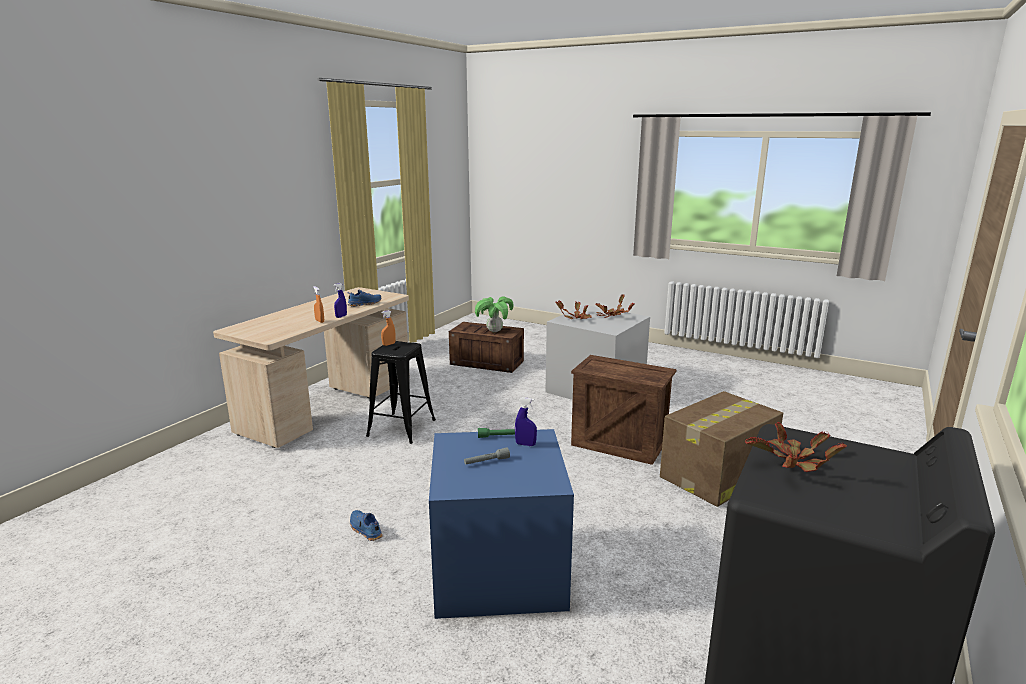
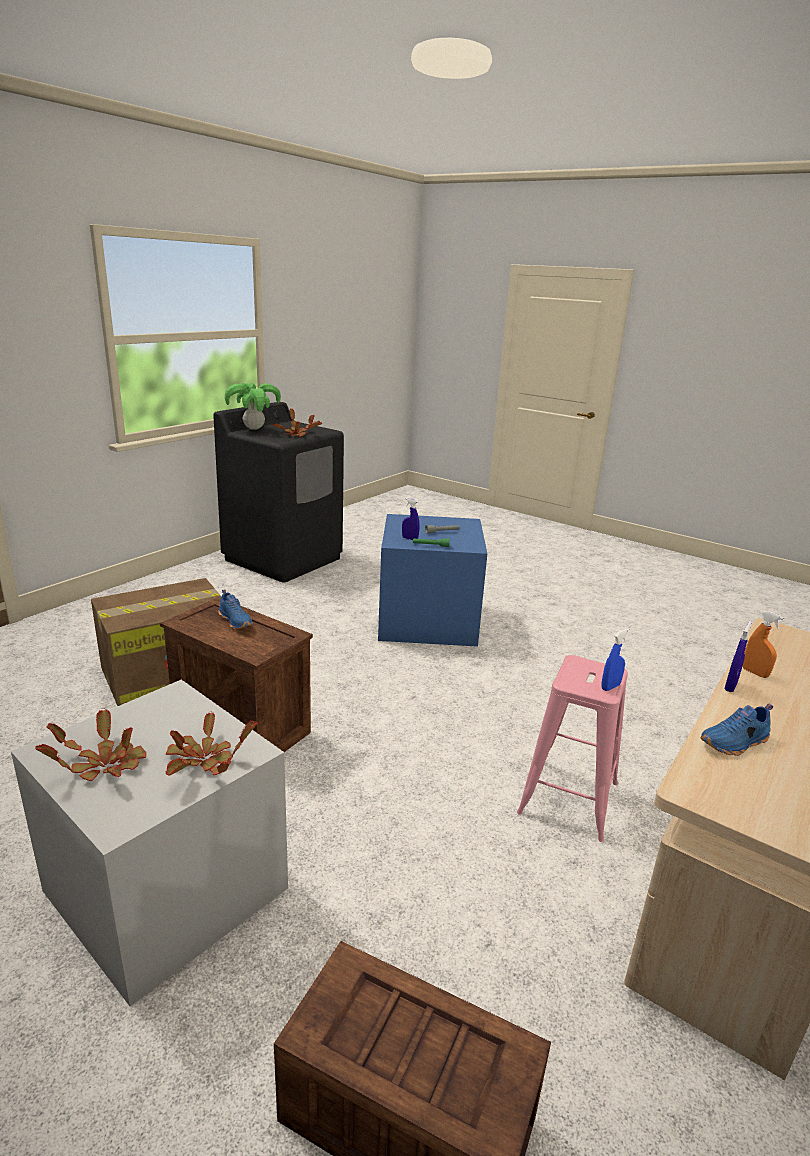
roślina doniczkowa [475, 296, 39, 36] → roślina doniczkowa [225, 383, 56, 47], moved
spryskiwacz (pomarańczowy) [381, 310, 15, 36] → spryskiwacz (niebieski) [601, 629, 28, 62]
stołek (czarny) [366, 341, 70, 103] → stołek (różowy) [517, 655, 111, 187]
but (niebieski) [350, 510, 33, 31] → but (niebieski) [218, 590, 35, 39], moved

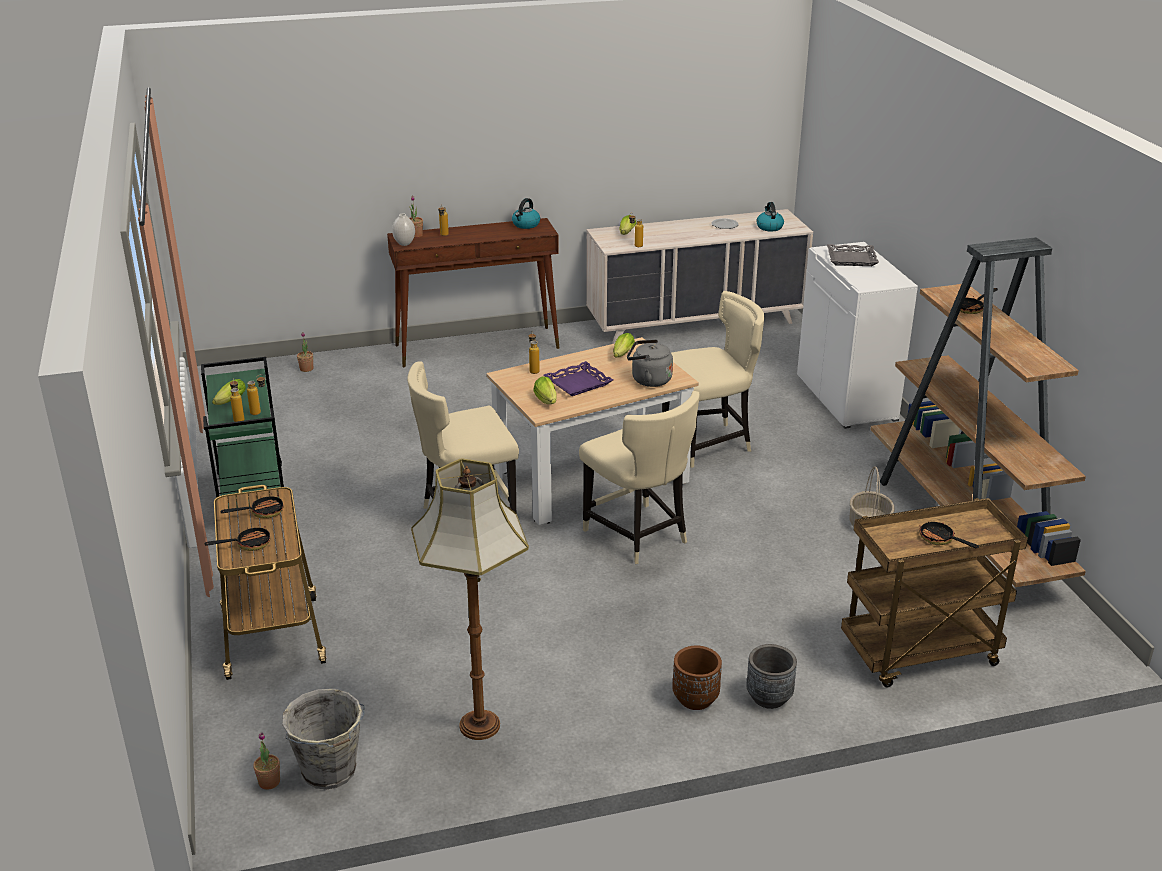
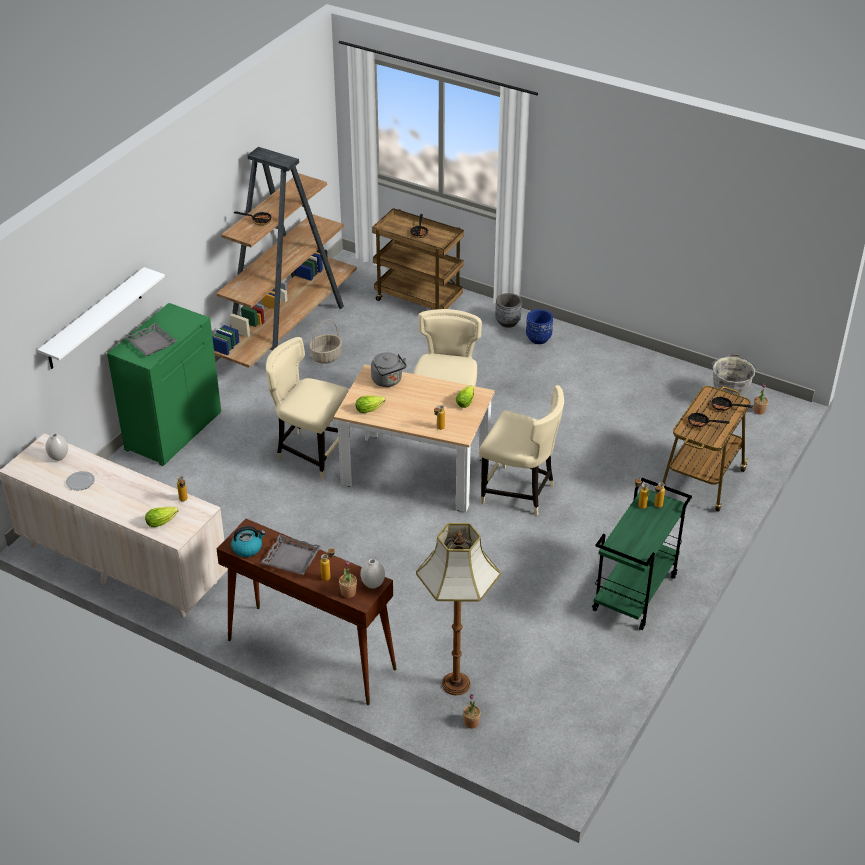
czajnik [756, 202, 28, 30] → wazon (biały) [45, 433, 23, 28]
szafka (biały) [797, 242, 121, 187] → szafka (zielony) [107, 303, 114, 163]
taca (fioletowy) [544, 361, 69, 35] → -
sałata [212, 379, 34, 26] → -
lampa stojąca [411, 458, 118, 282] → lampa stojąca [416, 523, 85, 172], moved
donica (brązowy) [673, 645, 49, 65] → donica (niebieski) [526, 309, 27, 35]
- → półka (biały) [38, 267, 127, 102]
- → taca (szary) [261, 534, 60, 41]

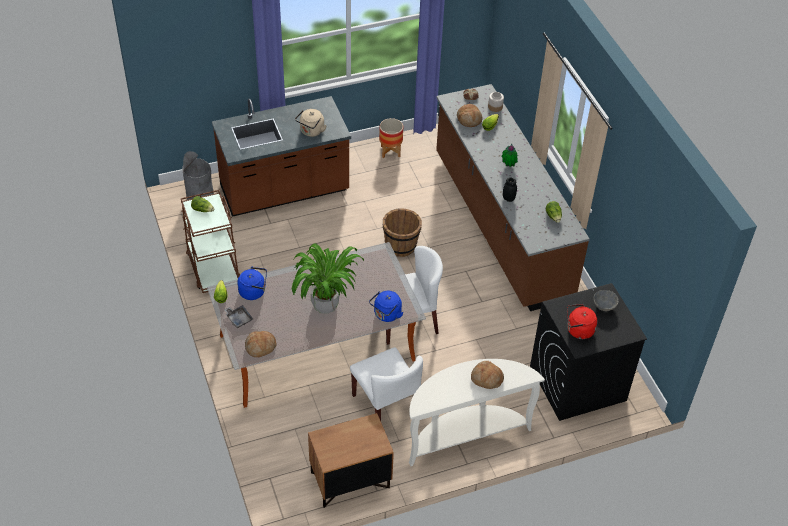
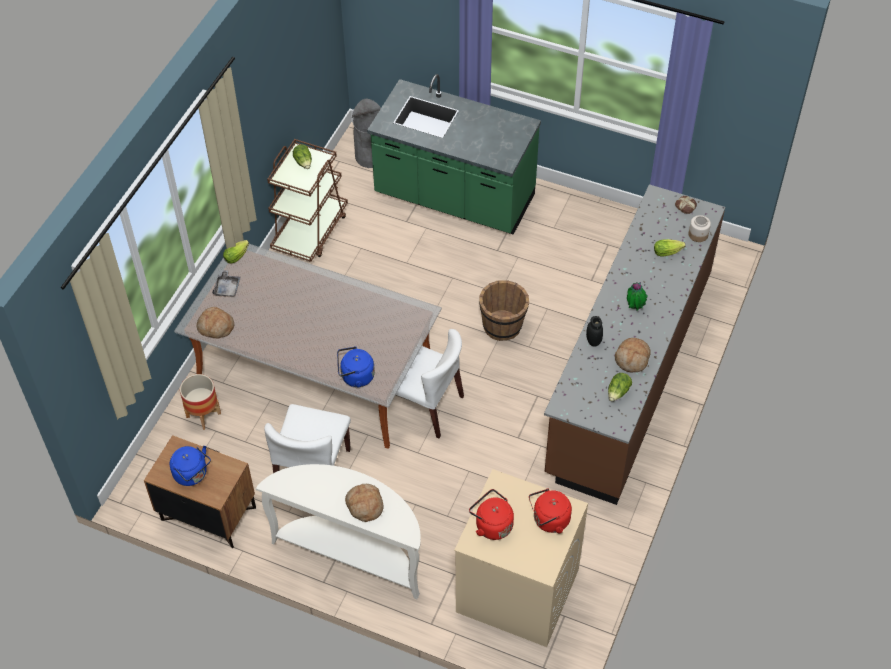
zabudowa kuchenna (brązowy) [212, 96, 139, 121] → zabudowa kuchenna (zielony) [367, 74, 174, 161]
chleb [457, 104, 26, 23] → chleb [615, 338, 36, 34], moved
czajnik (beżowy) [295, 109, 32, 28] → -
donica [379, 118, 24, 40] → donica [180, 374, 41, 56], moved
roślina doniczkowa [292, 243, 72, 71] → -
czajnik (niebieski) [237, 266, 30, 34] → czajnik (niebieski) [170, 446, 41, 40], moved
pralka (czarny) [530, 283, 117, 138] → pralka (beżowy) [454, 469, 134, 178]
miska (szary) [594, 290, 25, 21] → czajnik (czerwony) [529, 488, 43, 45]

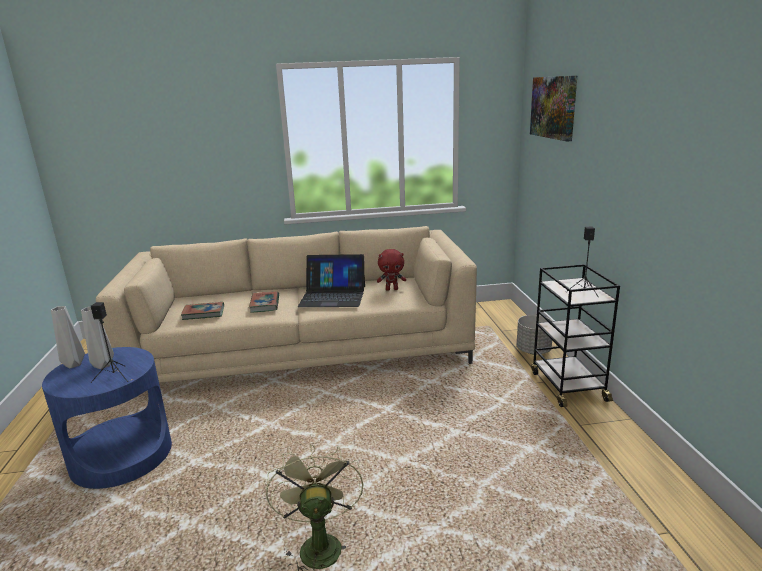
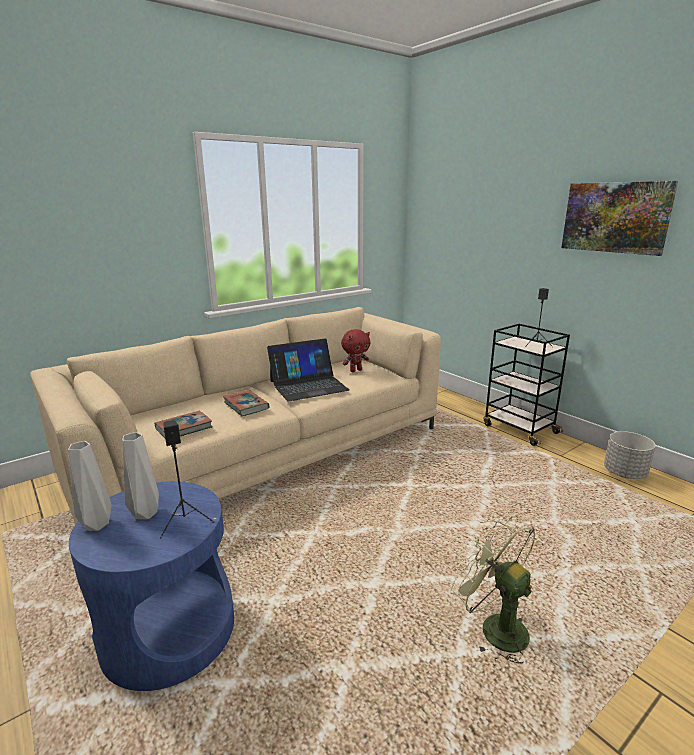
obraz [530, 76, 47, 65] → obraz [561, 181, 117, 75], moved
donica (szary) [517, 315, 35, 40] → donica (szary) [604, 431, 52, 48], moved

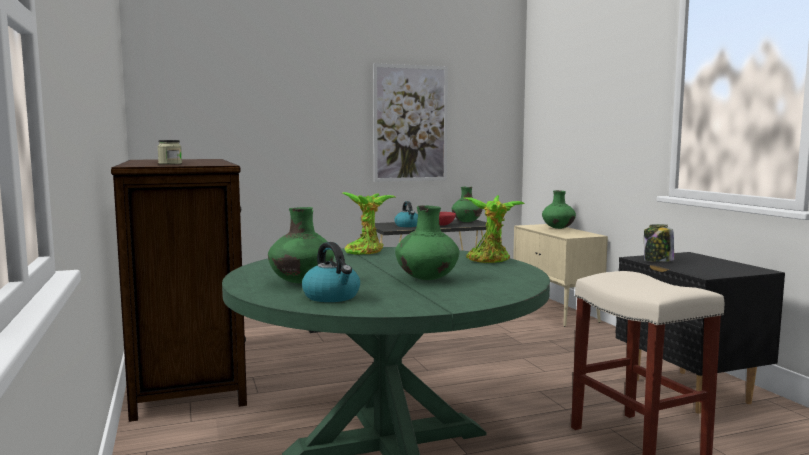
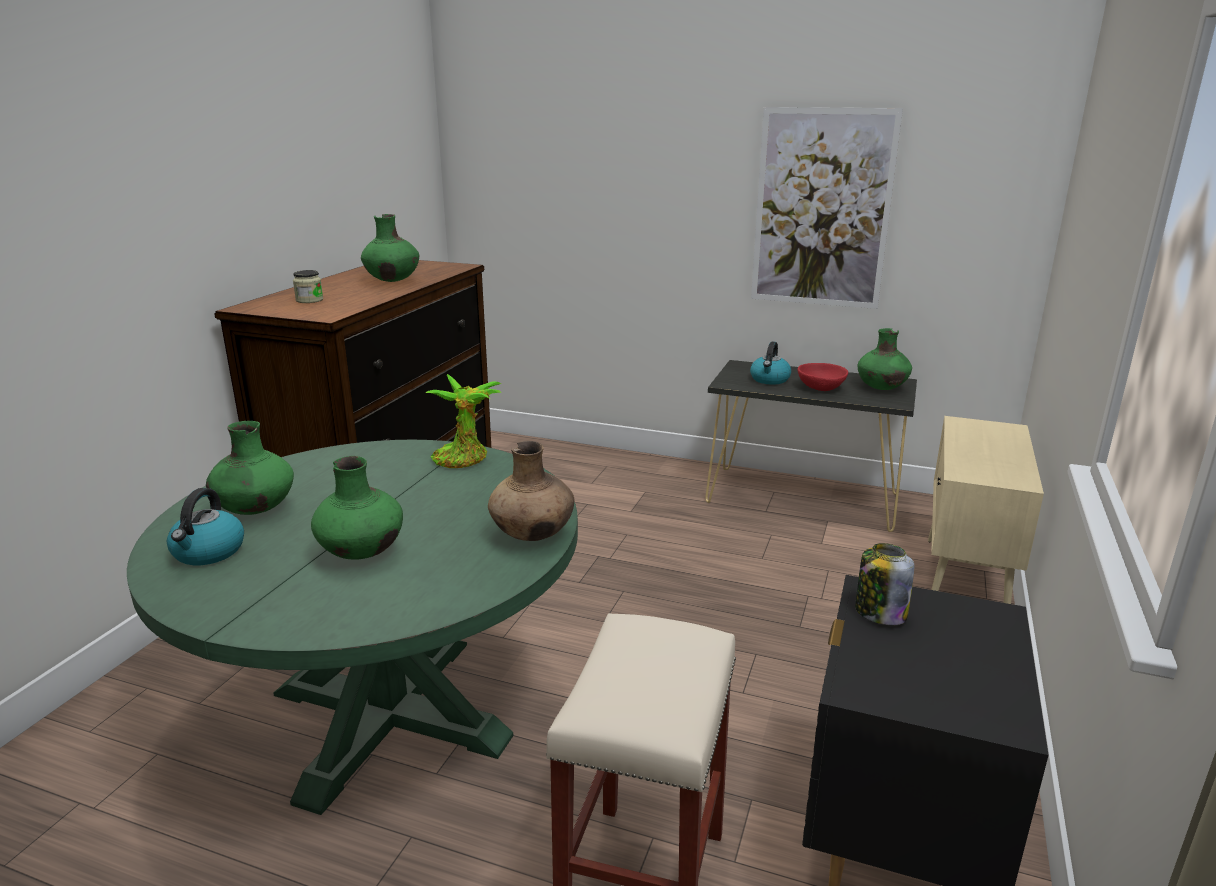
wazon (zielony) [542, 190, 34, 39] → wazon (zielony) [361, 214, 58, 68], moved
roślina doniczkowa [464, 195, 61, 68] → wazon (brązowy) [488, 441, 87, 100]

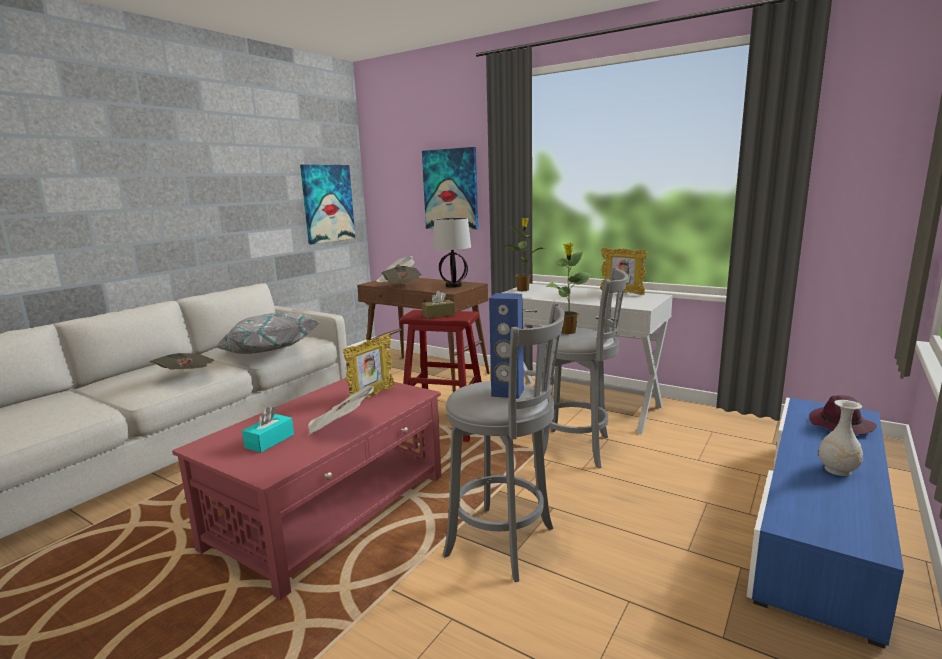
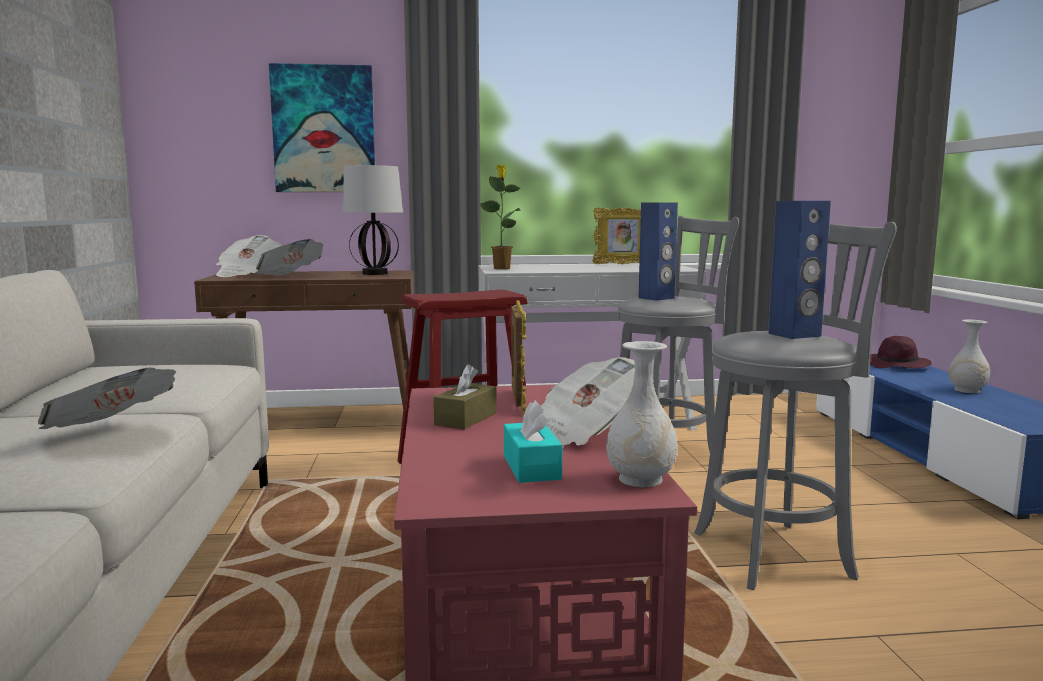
obraz [300, 164, 55, 80] → -
roślina doniczkowa [546, 243, 45, 91] → głośnik (niebieski) [639, 202, 39, 99]
pudełko chusteczek (brązowy) [422, 291, 33, 28] → pudełko chusteczek (brązowy) [433, 364, 64, 66], moved
poduszka (szary) [216, 312, 104, 42] → -
- → wazon (biały) [606, 341, 71, 146]

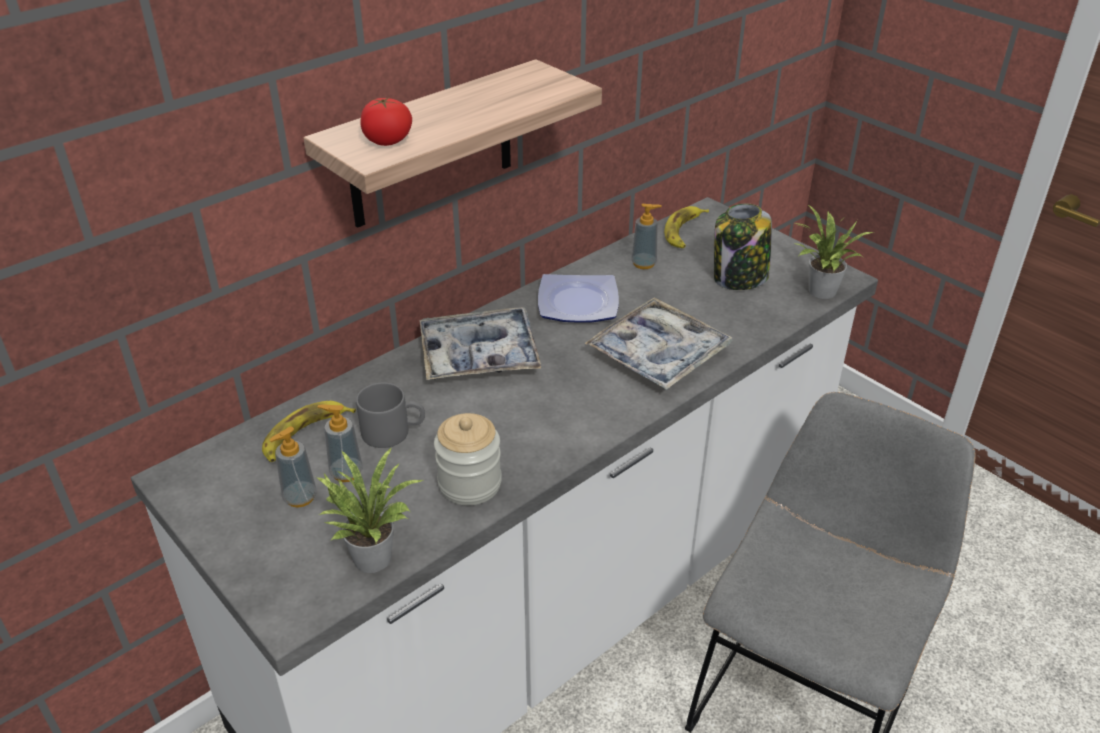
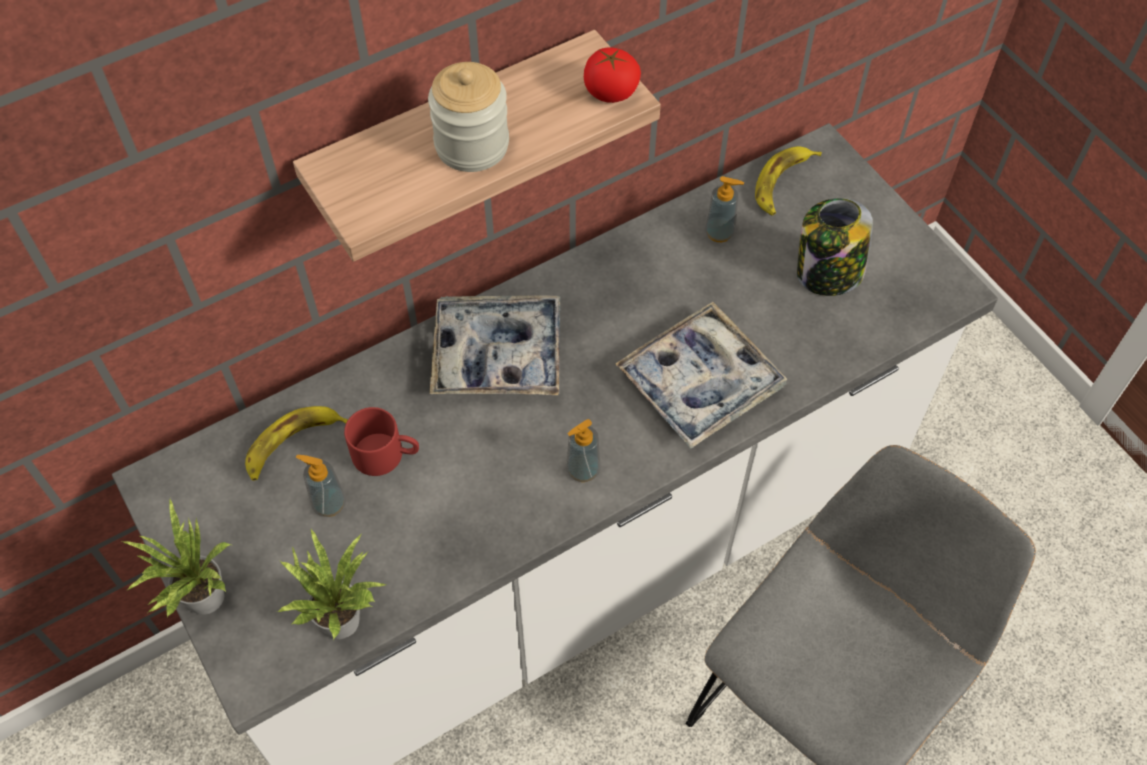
pomidor [360, 97, 52, 49] → pomidor [584, 48, 57, 55], moved
roślina doniczkowa [794, 204, 80, 95] → roślina doniczkowa [124, 499, 107, 119], moved
talerz [538, 274, 81, 49] → -
kubek (szary) [356, 383, 69, 65] → kubek (czerwony) [344, 407, 75, 69]
słoik [434, 413, 68, 92] → słoik [428, 62, 81, 110], moved
dozownik mydła [270, 426, 47, 82] → dozownik mydła [566, 419, 35, 63], moved

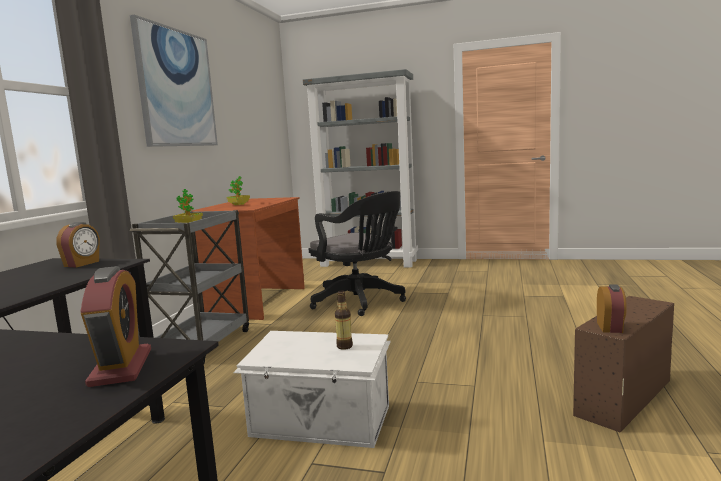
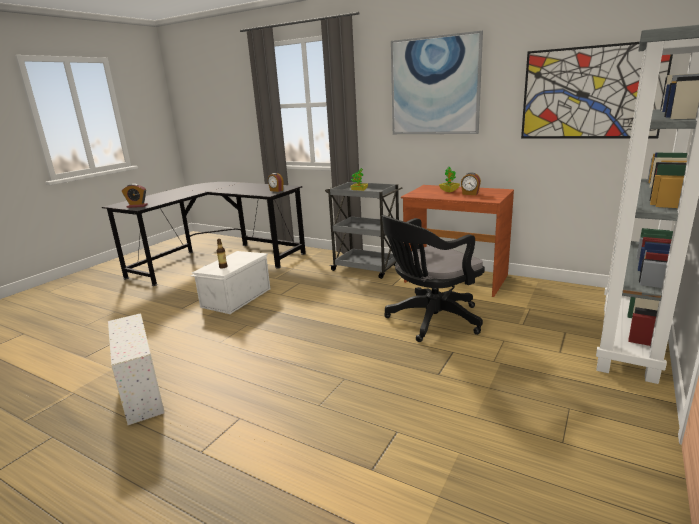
budzik [597, 284, 30, 49] → budzik [461, 172, 20, 23], moved
pojemnik do przechowywania (brązowy) [573, 296, 101, 137] → pojemnik do przechowywania (biały) [108, 313, 56, 112]
- → obraz [521, 42, 152, 97]

